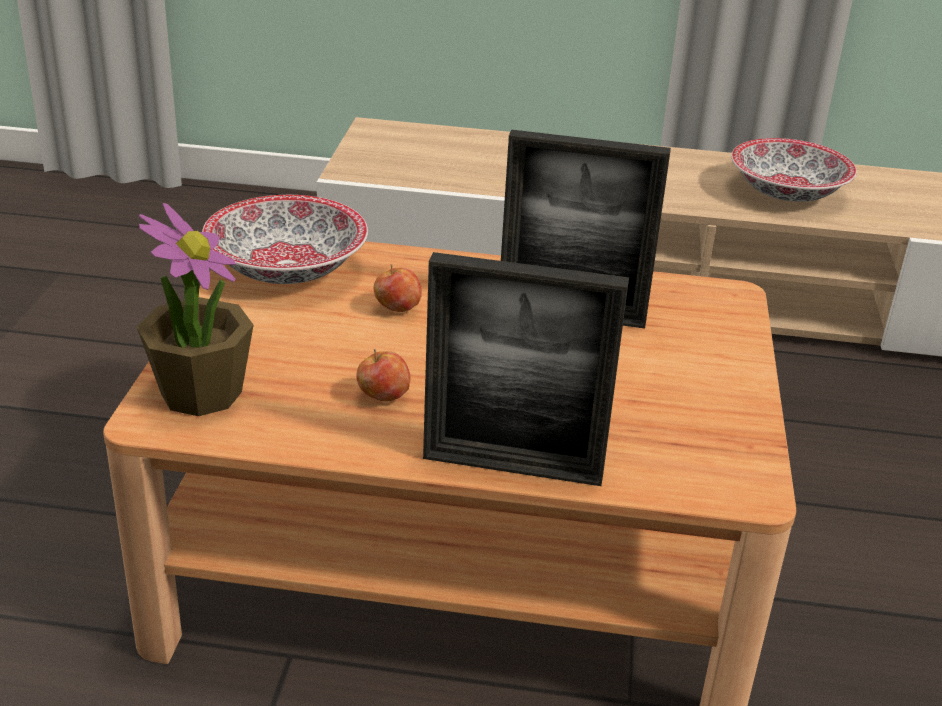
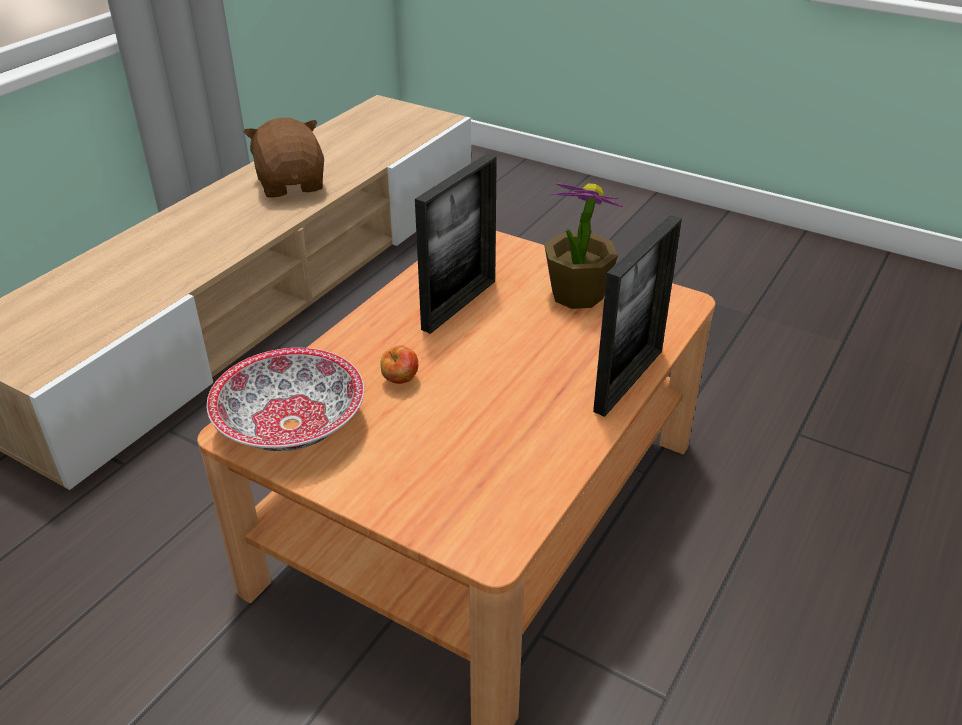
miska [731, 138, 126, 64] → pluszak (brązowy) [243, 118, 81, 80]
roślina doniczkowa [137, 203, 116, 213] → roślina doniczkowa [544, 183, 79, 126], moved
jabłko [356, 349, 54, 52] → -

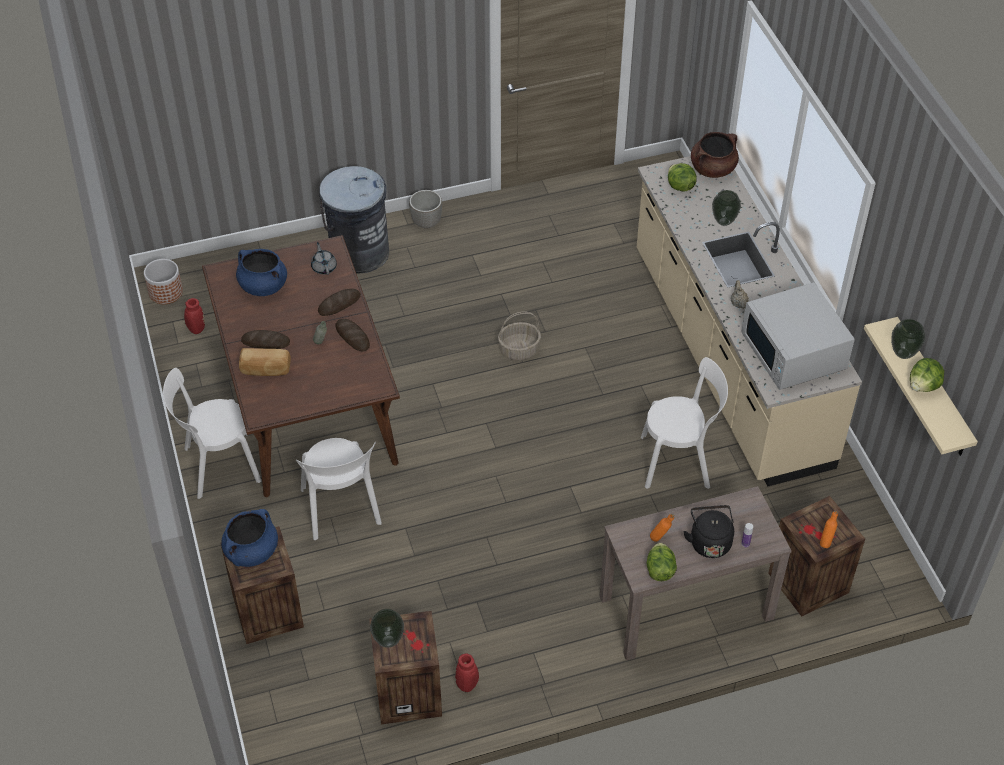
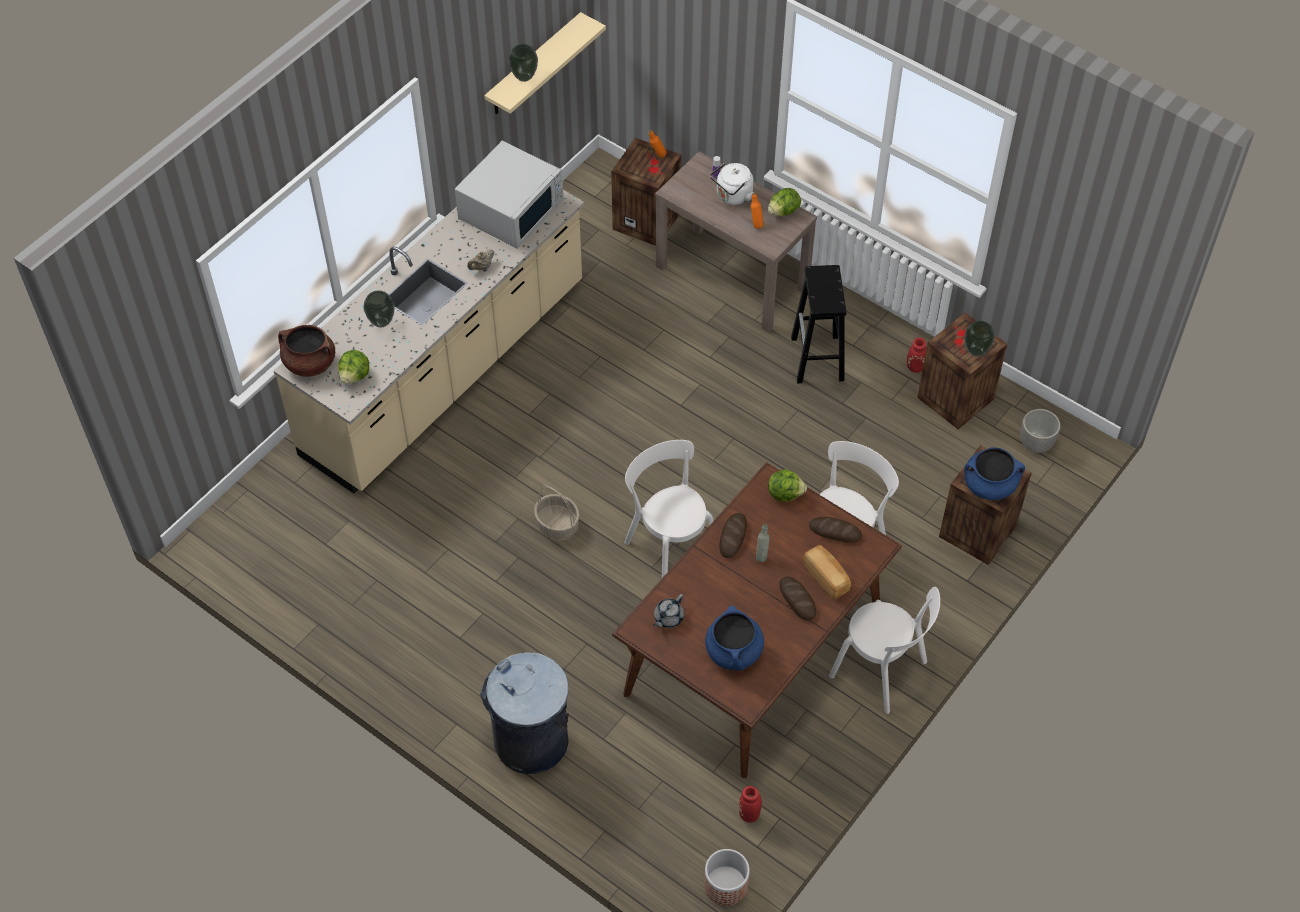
donica [409, 190, 33, 39] → donica [1021, 409, 40, 44], moved
chleb [318, 289, 43, 27] → chleb [809, 517, 53, 26], moved
krzesło (biały) [641, 357, 87, 132] → krzesło (biały) [624, 440, 89, 138], moved
sałata [910, 358, 34, 34] → sałata [768, 469, 39, 33], moved
czajnik (czarny) [683, 505, 51, 53] → czajnik (biały) [710, 163, 44, 42]
- → stołek (czarny) [791, 265, 55, 118]

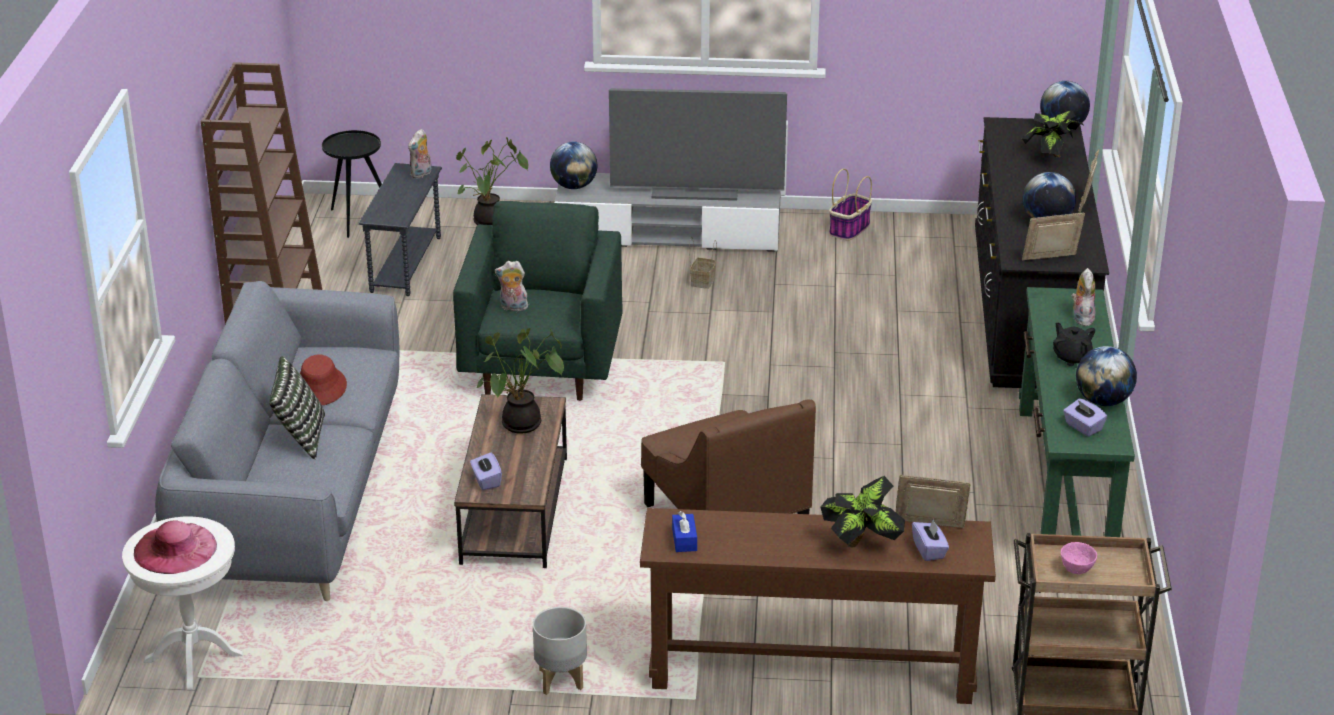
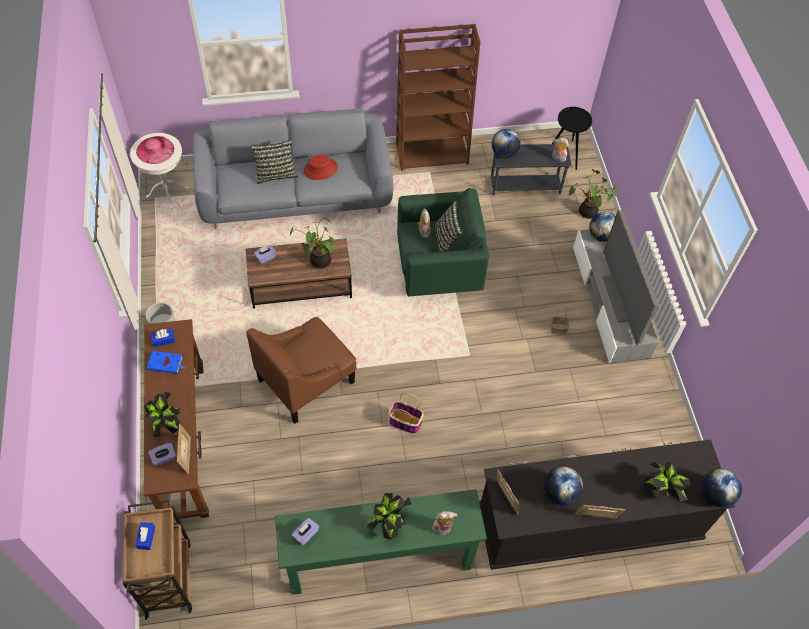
koszyk [829, 169, 43, 71] → koszyk [389, 393, 35, 41], moved
imbryk (czarny) [1053, 323, 42, 43] → roślina doniczkowa [367, 493, 45, 47]
globus [1076, 346, 61, 60] → globus [492, 129, 29, 29], moved
miska (różowy) [1061, 542, 36, 32] → pudełko chusteczek (niebieski) [135, 522, 20, 28]
- → poduszka [435, 201, 29, 51]
- → książka (niebieski) [147, 351, 39, 23]

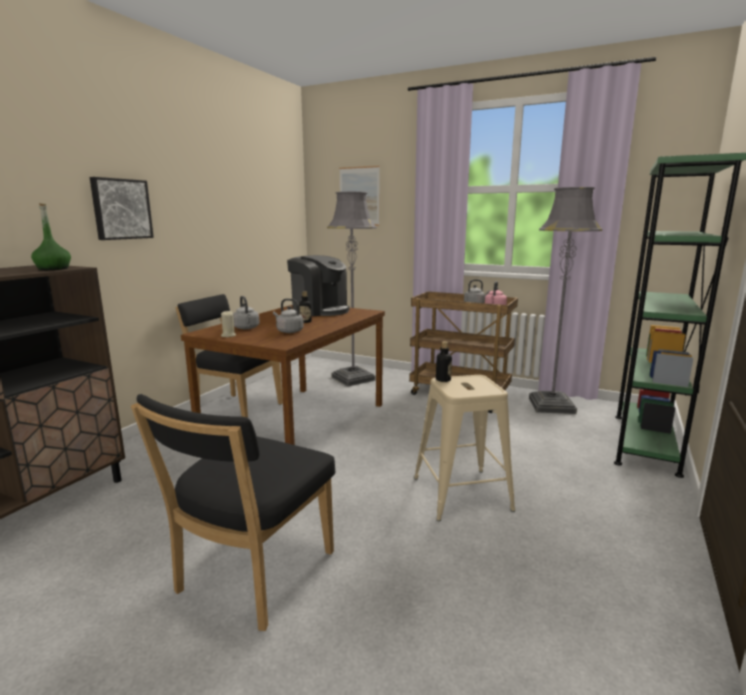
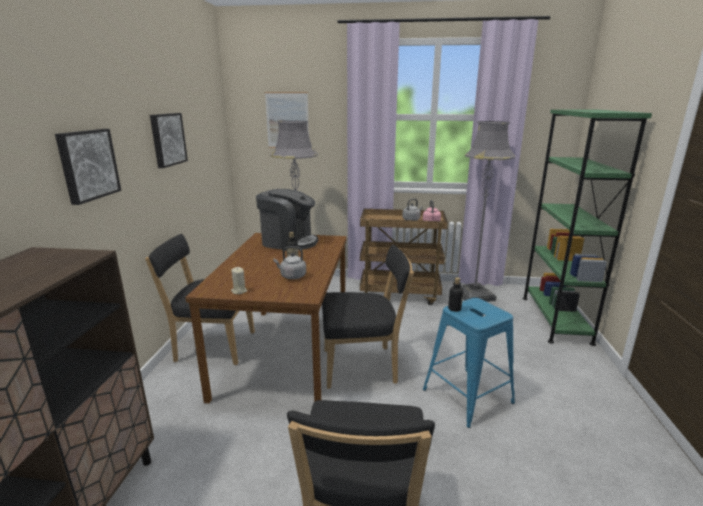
butelka (zielony) [31, 203, 40, 67] → -
czajnik (szary) [233, 296, 27, 33] → -
stołek (beżowy) [414, 375, 101, 146] → stołek (niebieski) [423, 298, 92, 130]
- → obraz [150, 113, 38, 55]
- → krzesło (czarny) [322, 244, 92, 145]

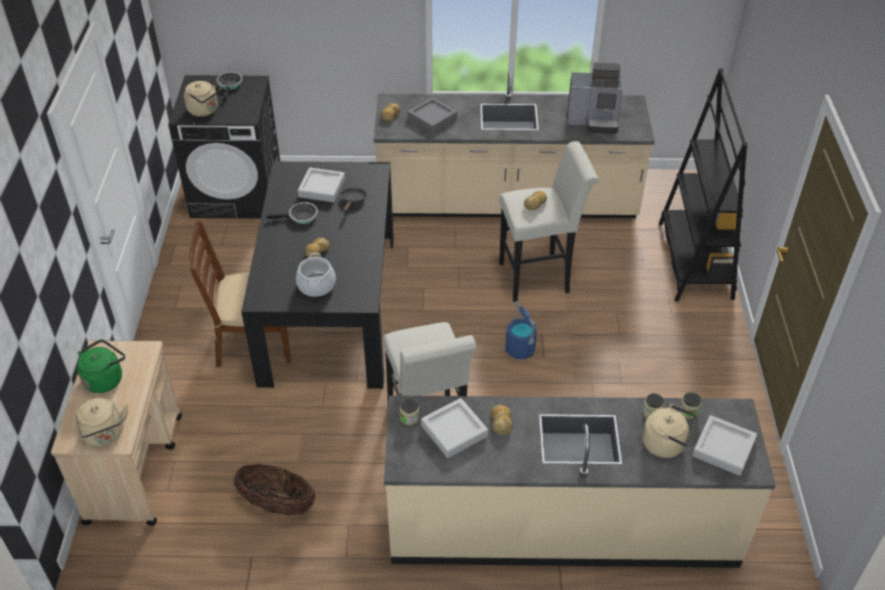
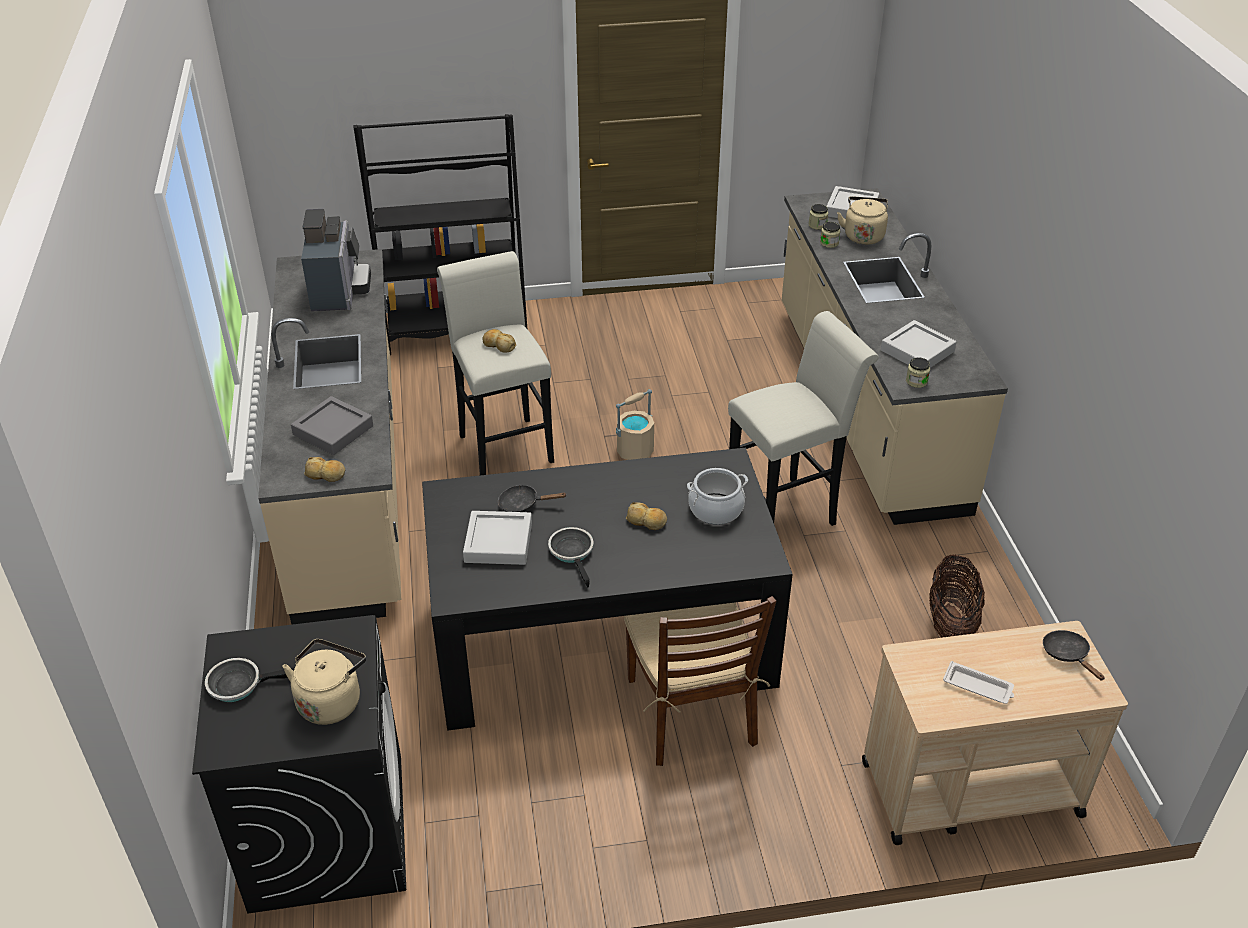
wiadro (niebieski) [505, 301, 32, 58] → wiadro (beżowy) [616, 389, 38, 71]
czajnik (zielony) [77, 339, 48, 54] → taca (biały) [943, 661, 71, 43]
czajnik (beżowy) [75, 398, 53, 48] → patelnia (czarny) [1043, 630, 62, 50]
chleb [491, 405, 22, 30] → -

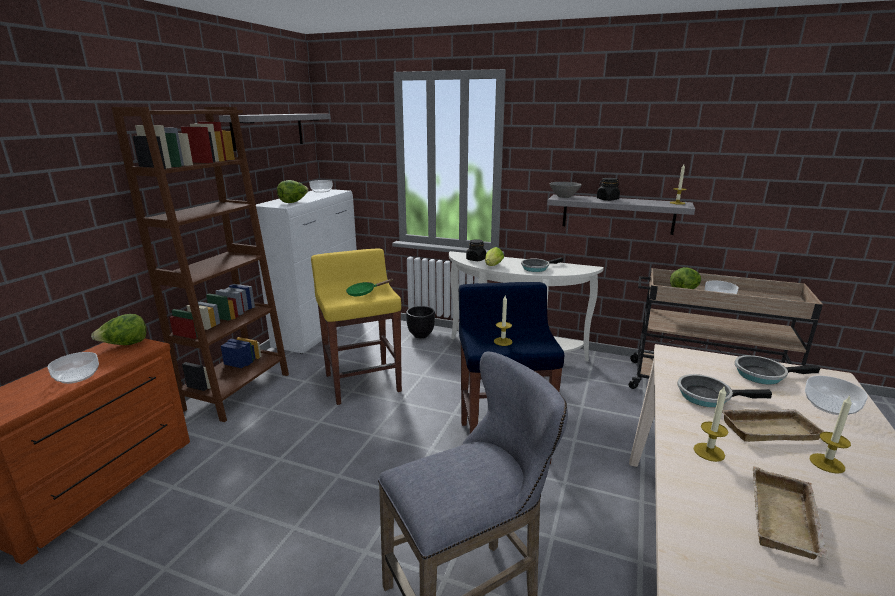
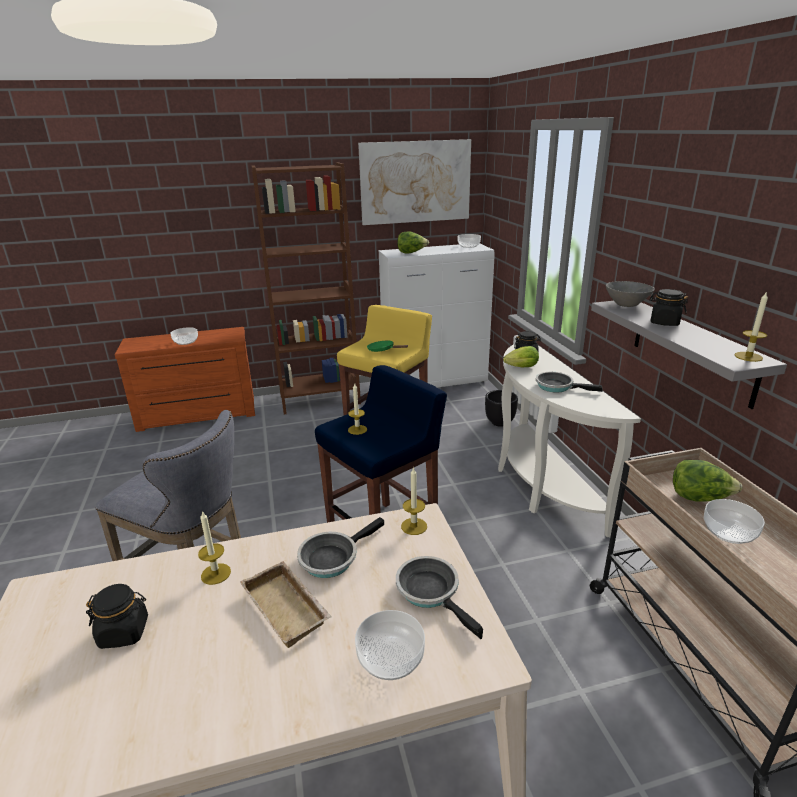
półka (szary) [219, 114, 112, 37] → obraz [358, 139, 113, 86]
sałata [91, 314, 56, 31] → -
patelnia [678, 374, 94, 33] → patelnia [297, 517, 87, 61], 105 degrees counterclockwise
świeca [810, 396, 42, 78] → świeca [401, 467, 26, 68], moved
taca (beżowy) [753, 466, 76, 93] → słoik (czarny) [86, 584, 62, 65]

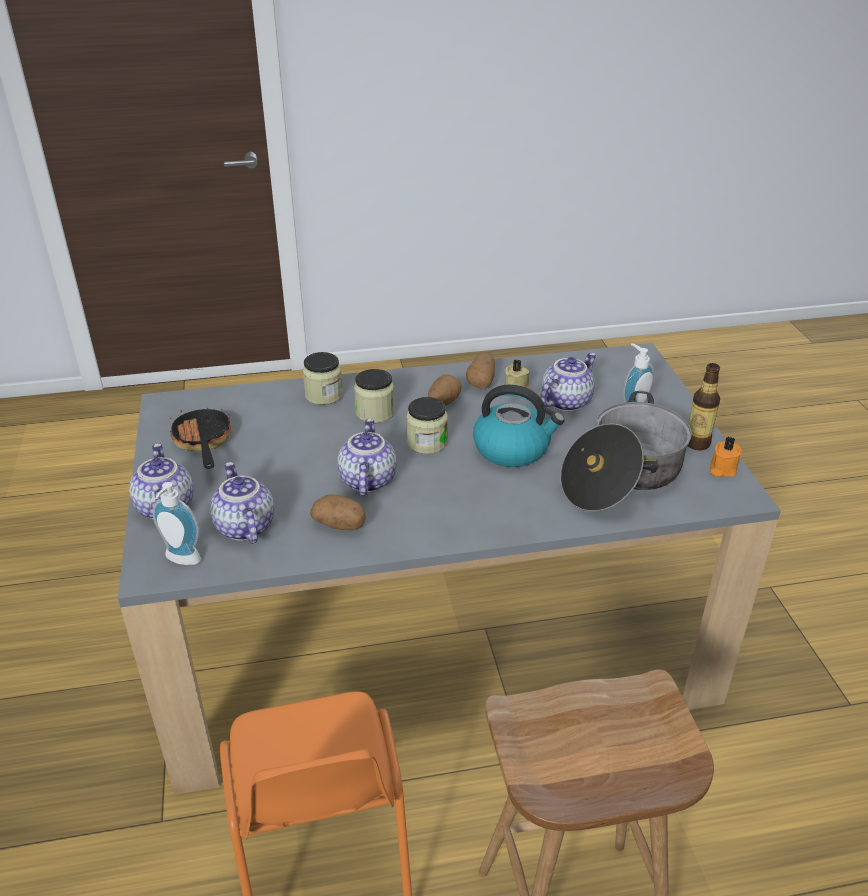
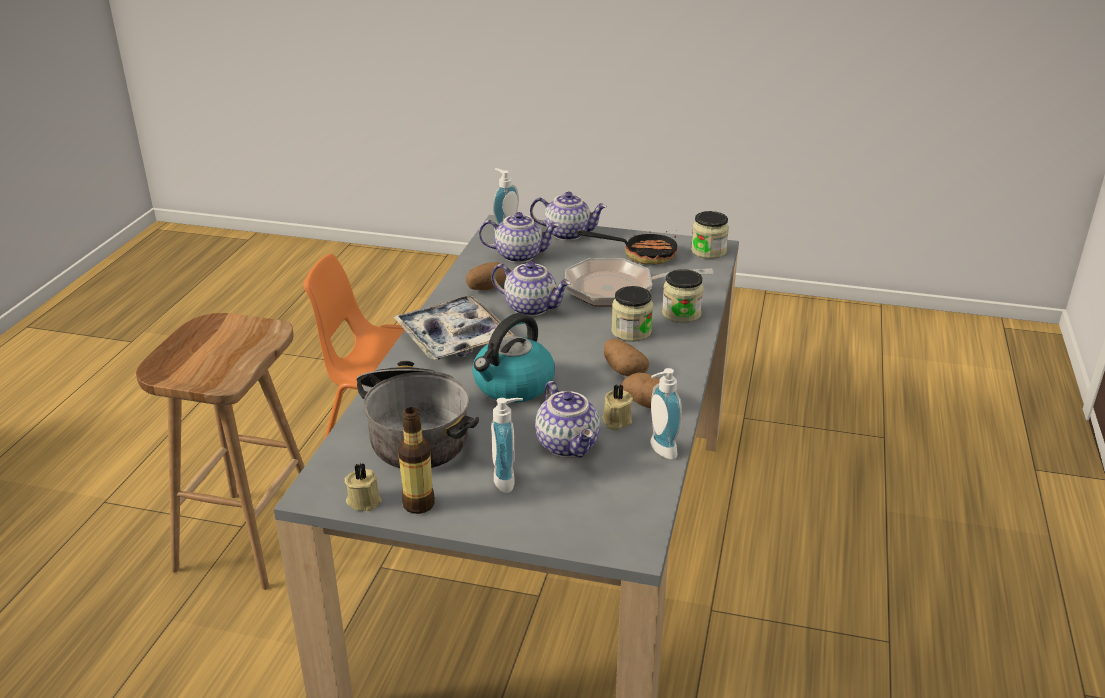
słoik [406, 397, 42, 57] → słoik [691, 211, 38, 48], moved
świeca (pomarańczowy) [710, 437, 32, 40] → świeca (beżowy) [345, 463, 37, 48]
- → patelnia [565, 258, 149, 48]
- → taca [393, 295, 121, 65]
- → dozownik mydła [650, 368, 32, 92]

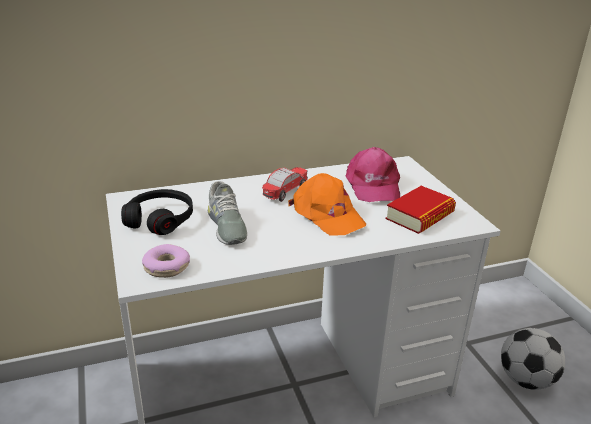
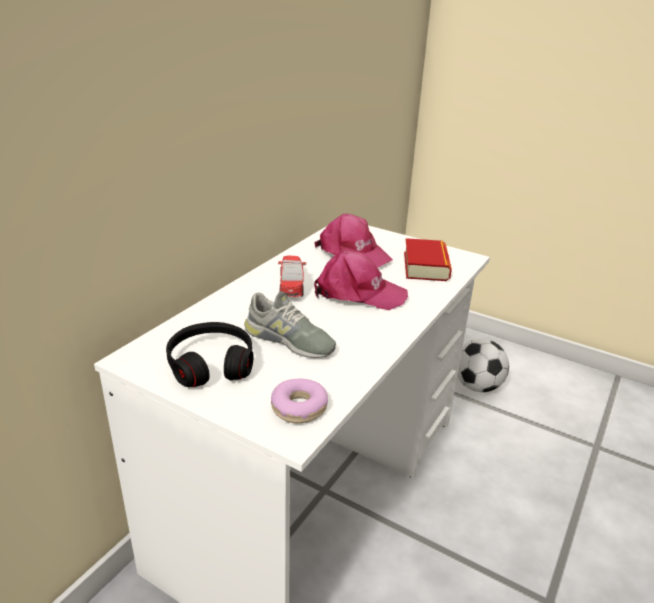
czapka z daszkiem (pomarańczowy) [288, 173, 78, 63] → czapka z daszkiem (różowy) [314, 250, 94, 60]

